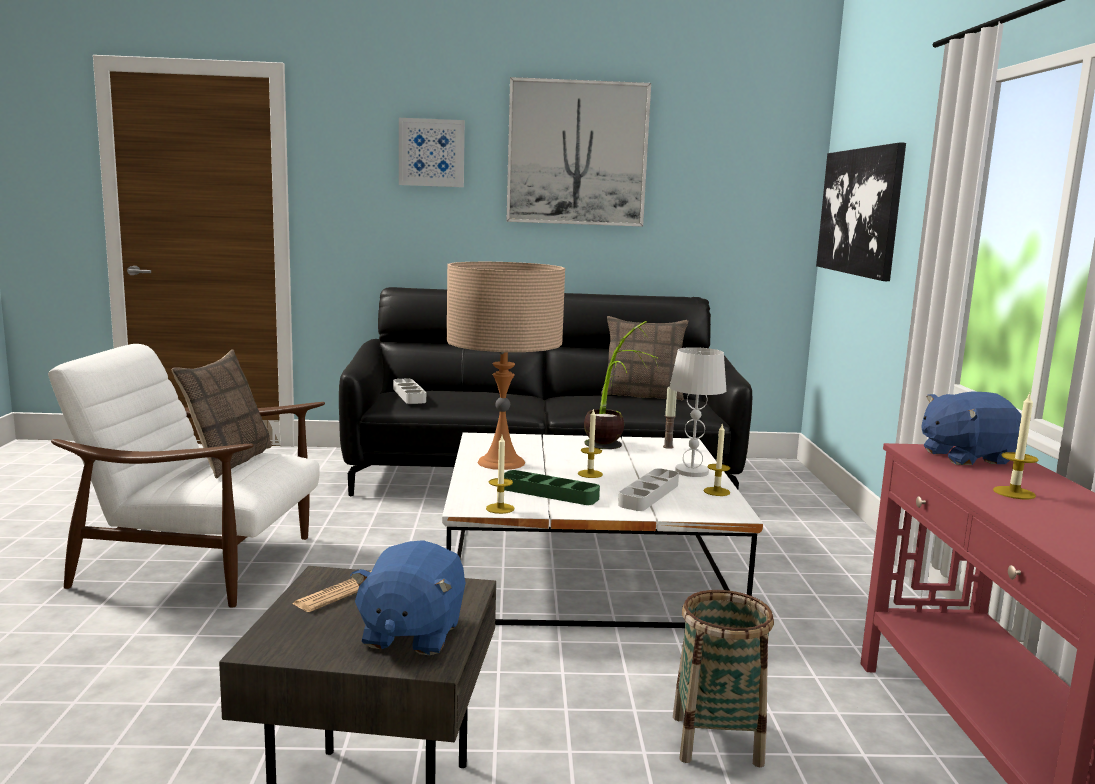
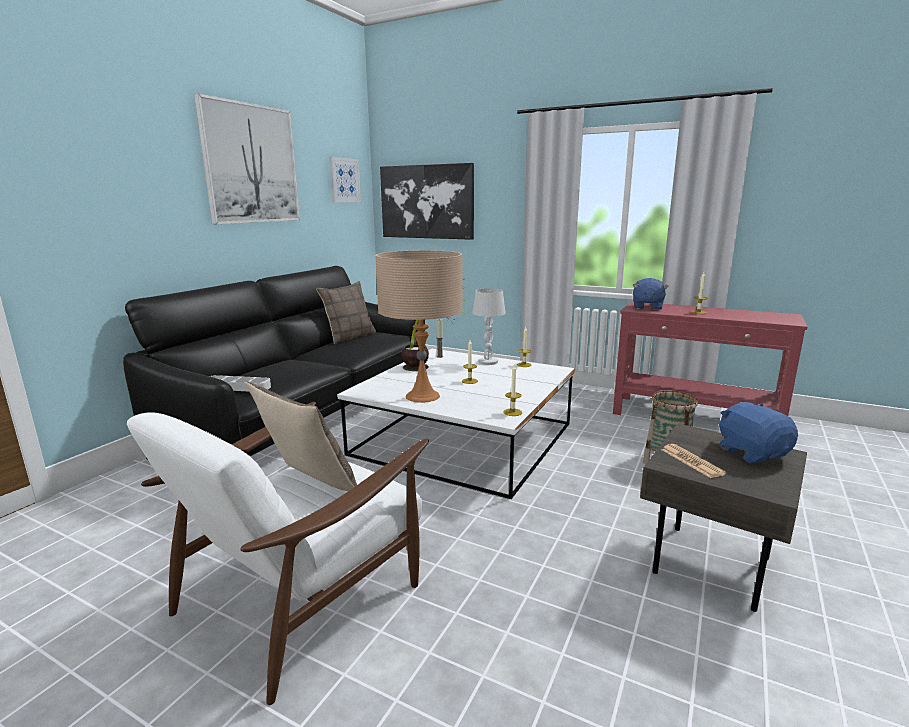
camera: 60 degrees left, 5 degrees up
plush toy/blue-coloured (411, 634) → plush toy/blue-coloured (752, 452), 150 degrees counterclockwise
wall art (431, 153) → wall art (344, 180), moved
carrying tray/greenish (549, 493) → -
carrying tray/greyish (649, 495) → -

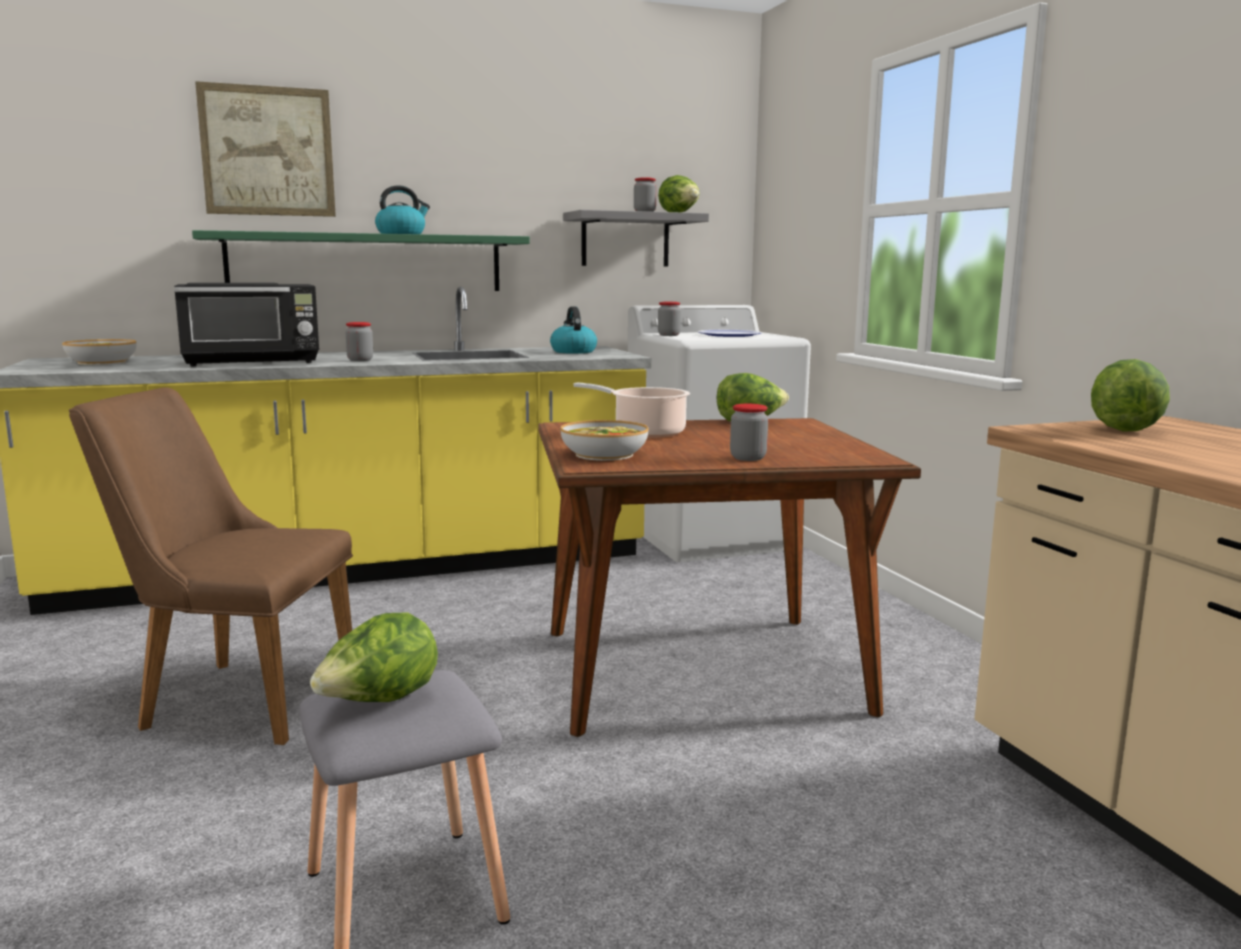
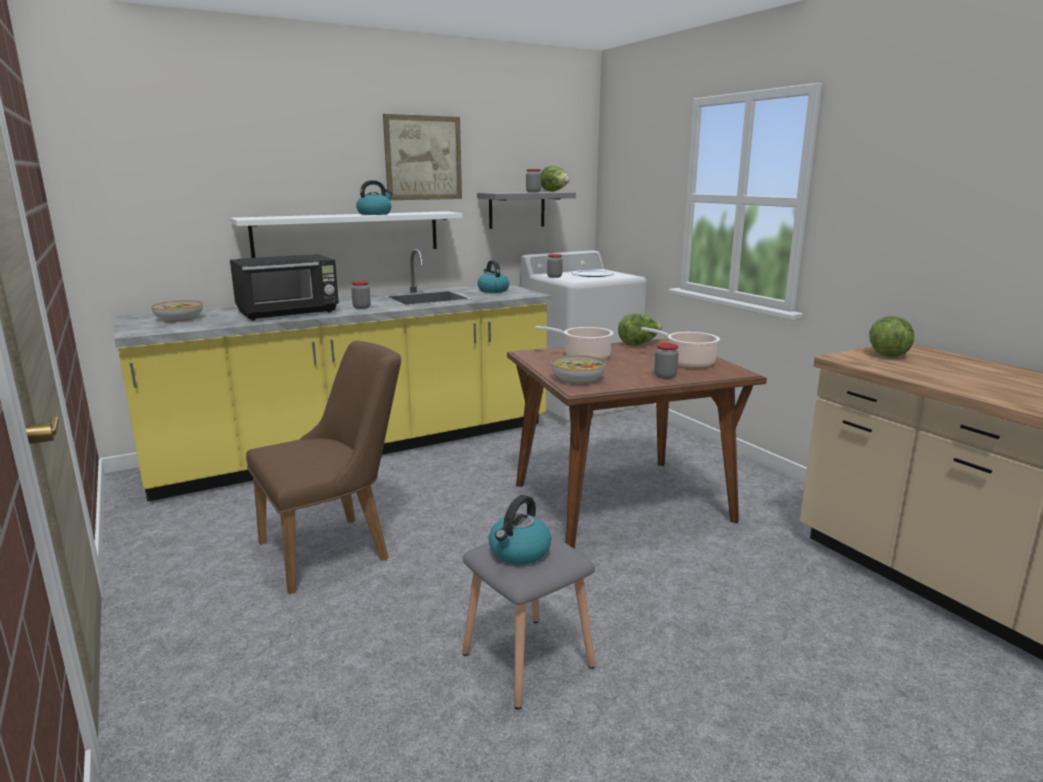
camera: 10 degrees left, 5 degrees up
plain chair/brown-coloured (232, 697) → plain chair/brown-coloured (336, 548), 150 degrees clockwise
wall shelf/greenish (367, 263) → wall shelf/white (348, 234)
wall art (268, 151) → wall art (423, 158), moved
head of lettuce (379, 702) → water kettle (519, 552)
- → saucepot (687, 363)

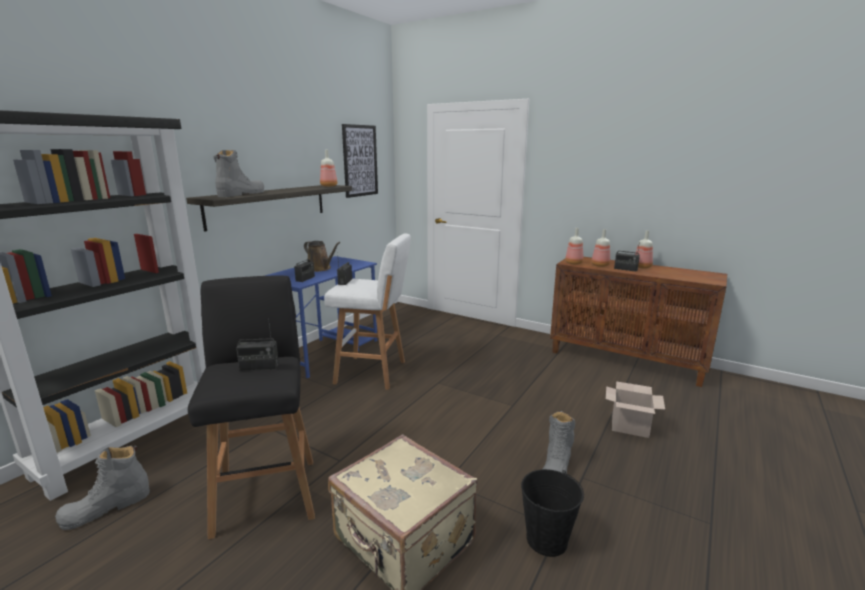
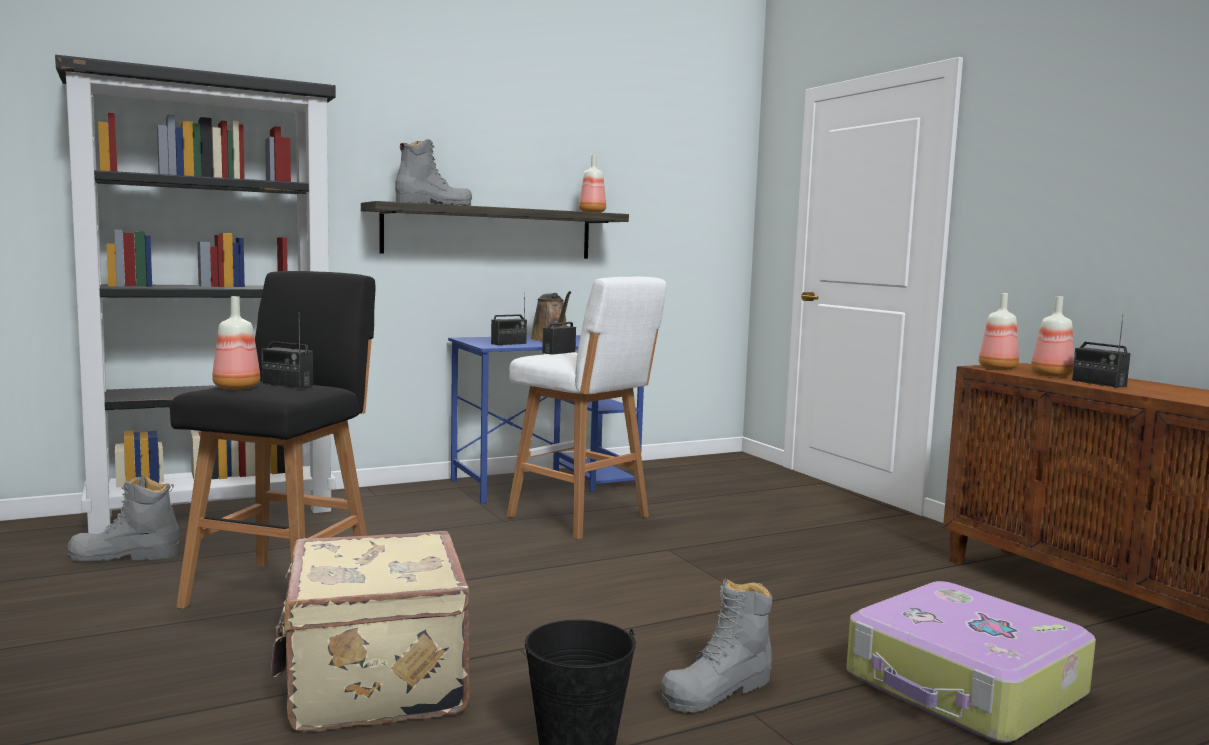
camera: 30 degrees right, 10 degrees down
wall art (360, 161) → -
cardboard box (631, 426) → travel case (965, 687)
drink bottle (642, 267) → drink bottle (236, 388), moved

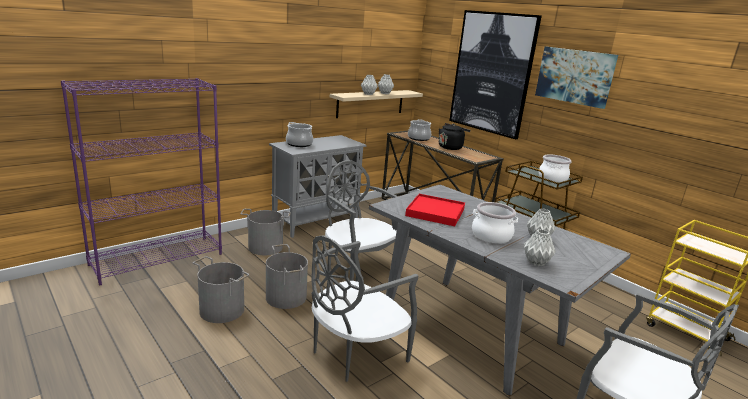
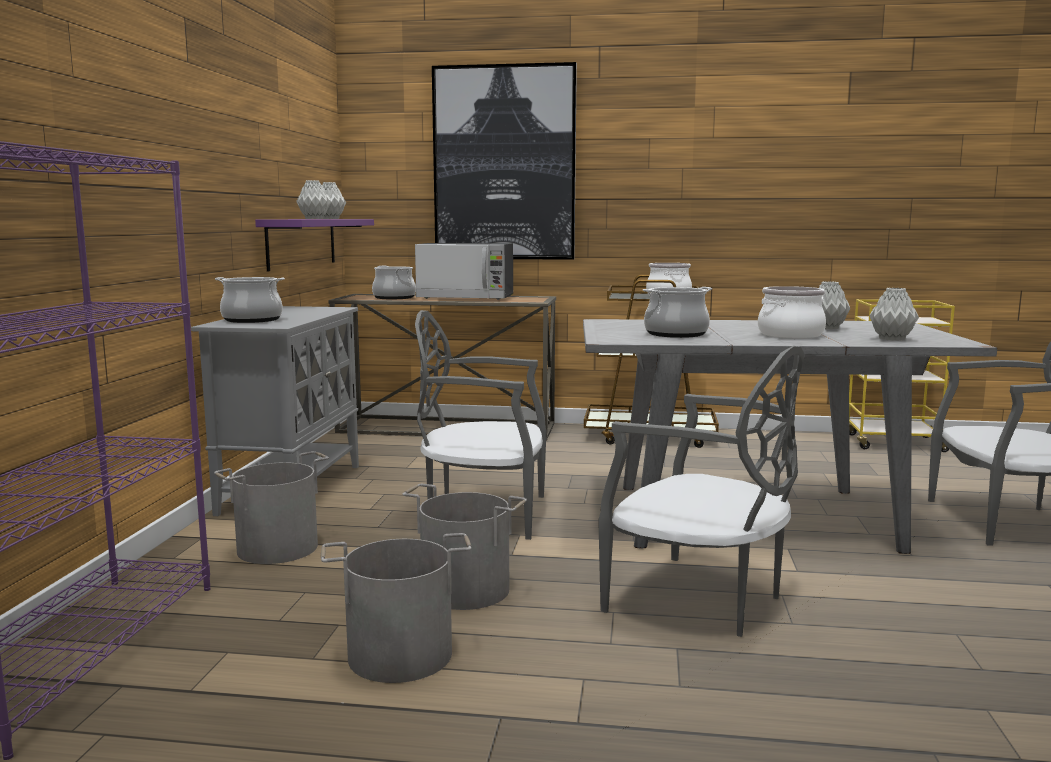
camera: 40 degrees left, 10 degrees down
plain chair/greyish (354, 353) → plain chair/greyish (700, 600), 60 degrees counterclockwise
wall shelf/beige-coloured (370, 103) → wall shelf/purplish (302, 243)
carrying tray/red-coloured (435, 212) → saucepot (676, 334)
water kettle/blackish (451, 147) → microwave oven (466, 298)
wall art (574, 76) → -

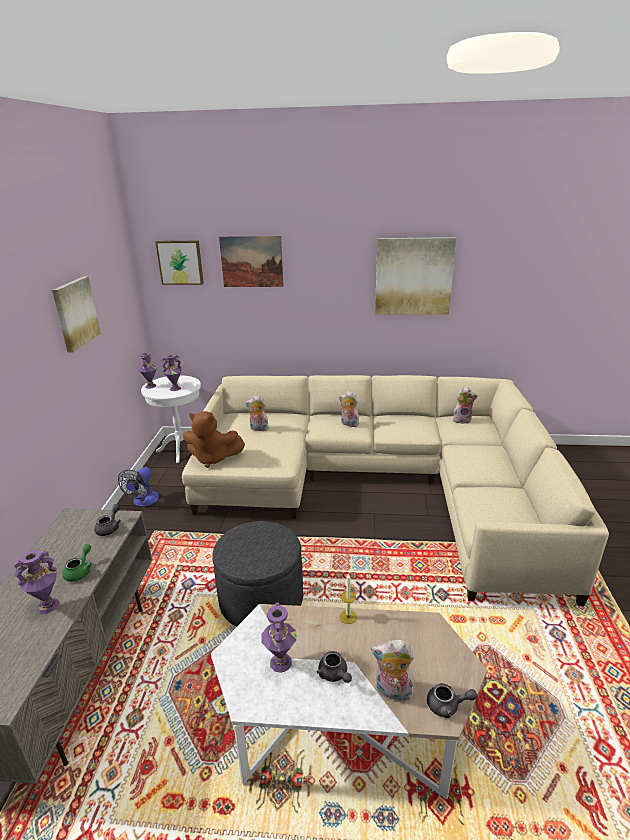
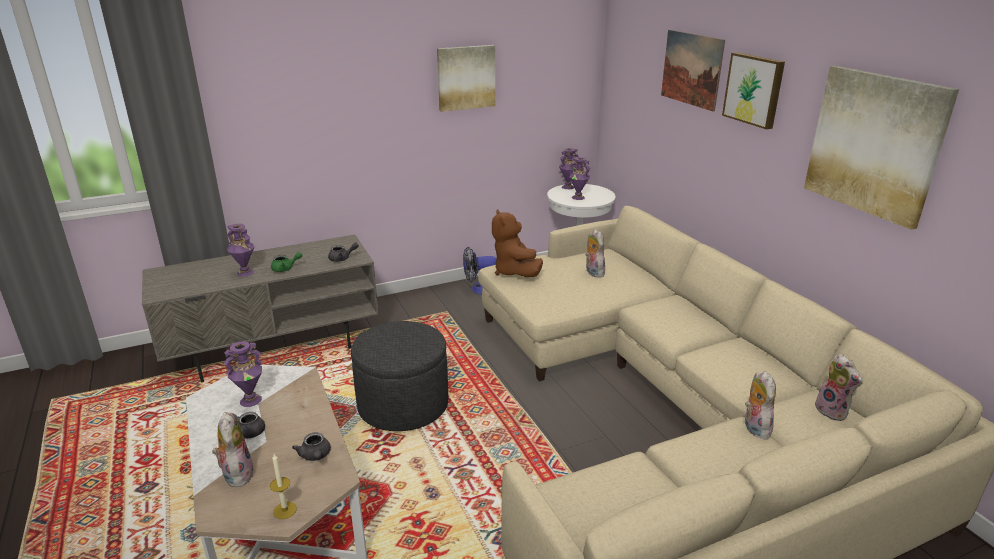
camera: 60 degrees right, 0 degrees up
wall art (180, 262) → wall art (754, 89), moved
plush toy (348, 424) → plush toy (754, 428), moved
wax light (348, 617) → wax light (285, 510), moved
pot for tea/greyish (447, 706) → pot for tea/greyish (315, 456), moved

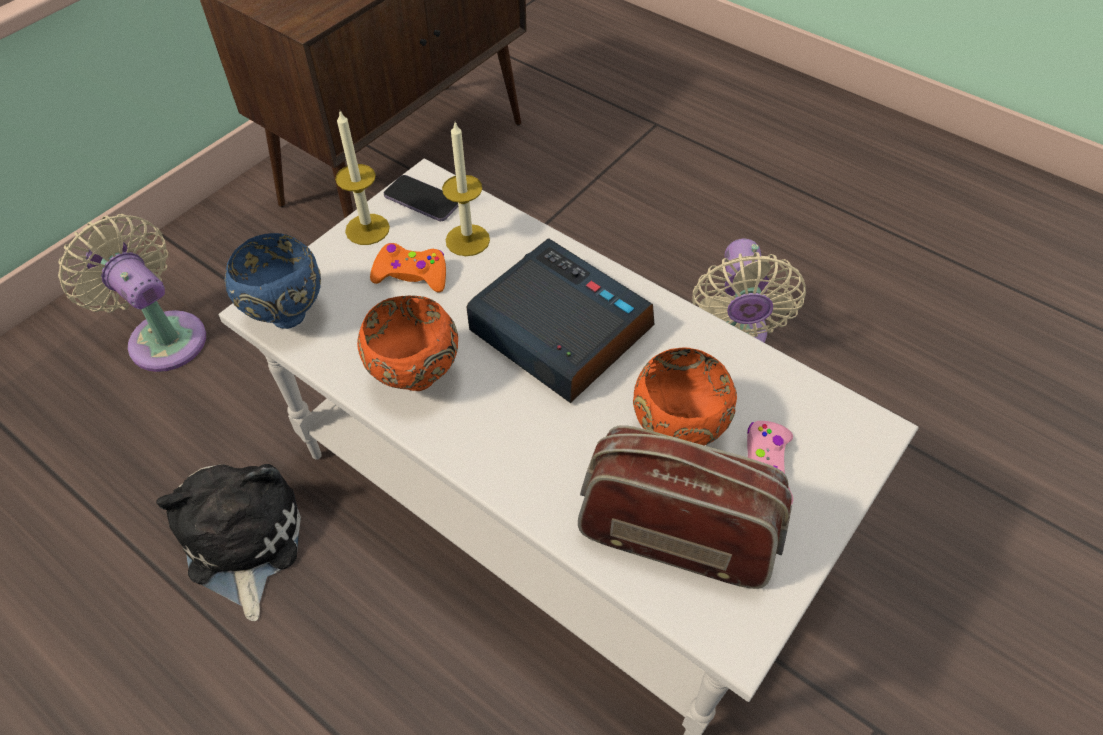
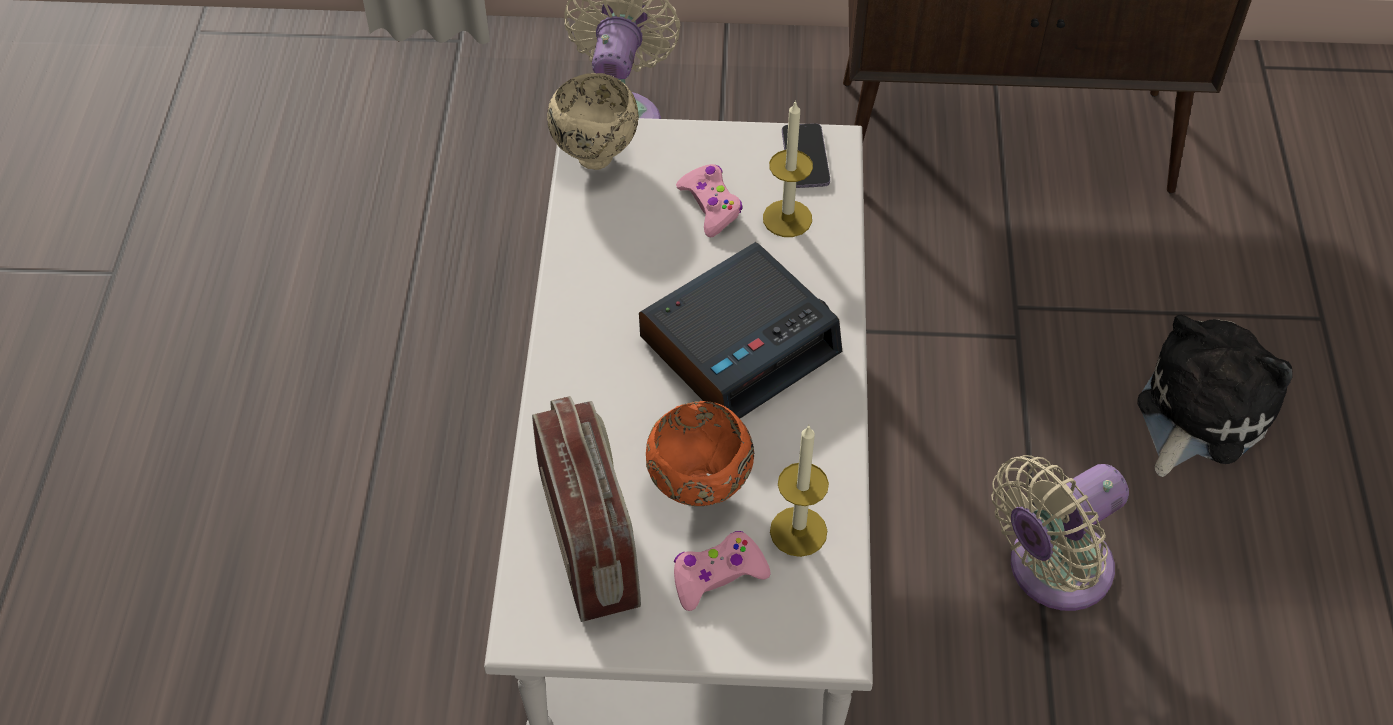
camera: 55 degrees right, 0 degrees up
plush toy (242, 543) → plush toy (1199, 412), moved
bowl/blue-coloured (286, 314) → bowl/beige-coloured (595, 155)
wax light (367, 229) → wax light (798, 531), moved
bowl/orange (414, 378) → -
game controller/orange (411, 274) → game controller/pinkish (711, 206)
bedside clock (558, 330) → bedside clock (740, 344), 45 degrees clockwise

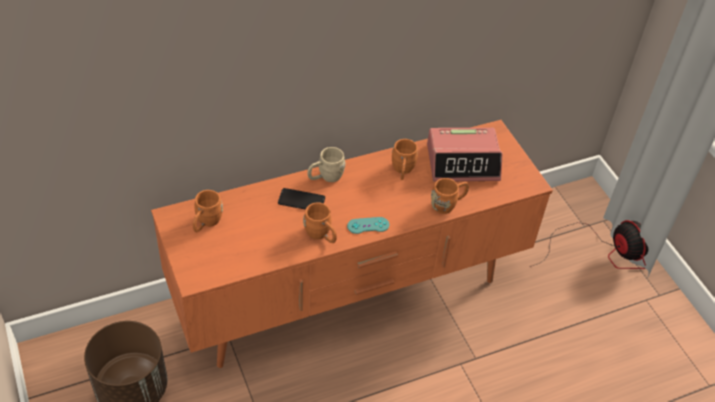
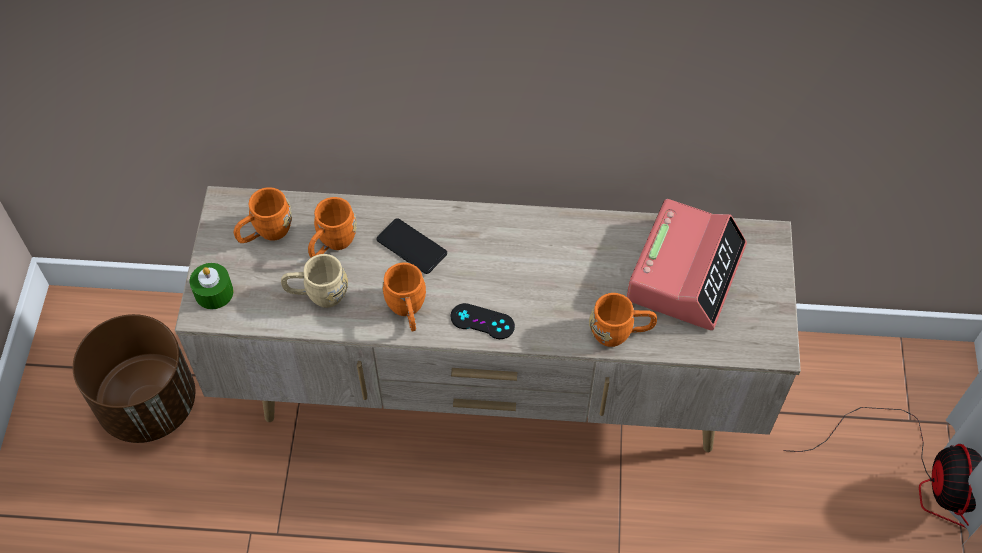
camera: 30 degrees right, 10 degrees up
tv unit/orange (349, 298) → tv unit/beige-coloured (490, 392)
tea mug/beige-coloured (325, 177) → tea mug/beige-coloured (317, 294), moved
game controller/blue-green (368, 225) → game controller/blackish (482, 321)
tea mug/orange (402, 171) → tea mug/orange (332, 244), moved
bedside clock (463, 162) → bedside clock (685, 272), 90 degrees counterclockwise
- → wax light/greenish (214, 292)

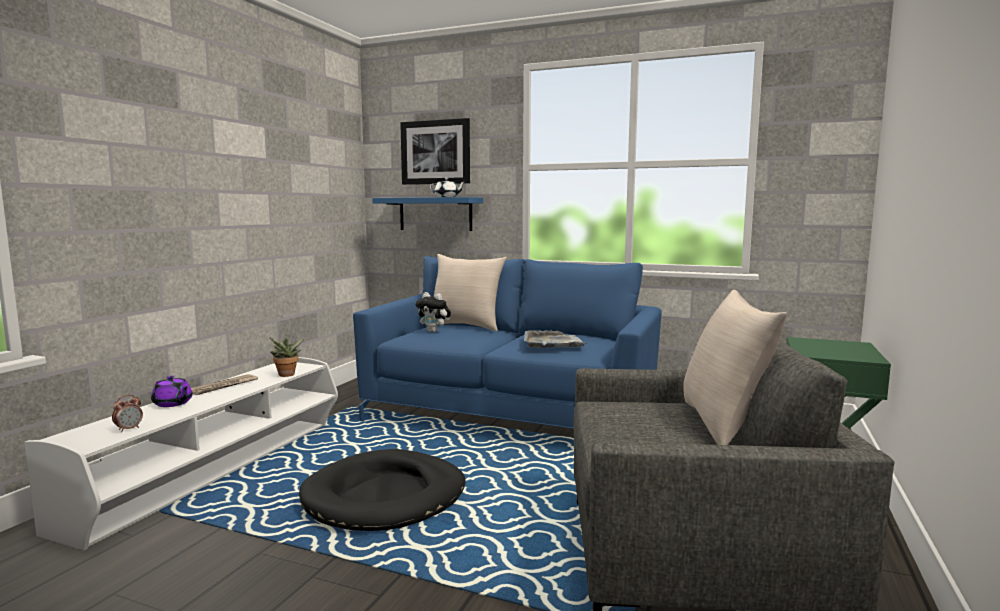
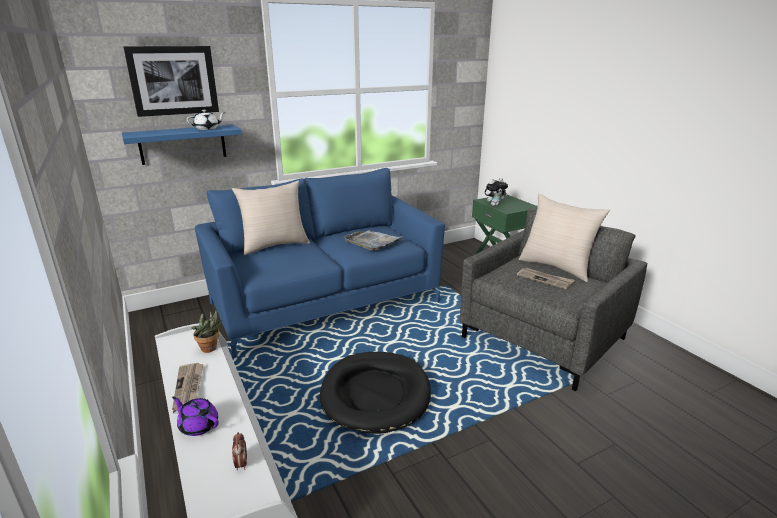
camera: 50 degrees left, 15 degrees up
pot for tea/purplish (173, 403) → pot for tea/purplish (198, 425), 135 degrees counterclockwise
plush toy (434, 331) → plush toy (494, 204), moved
- → daily paper (545, 279)

